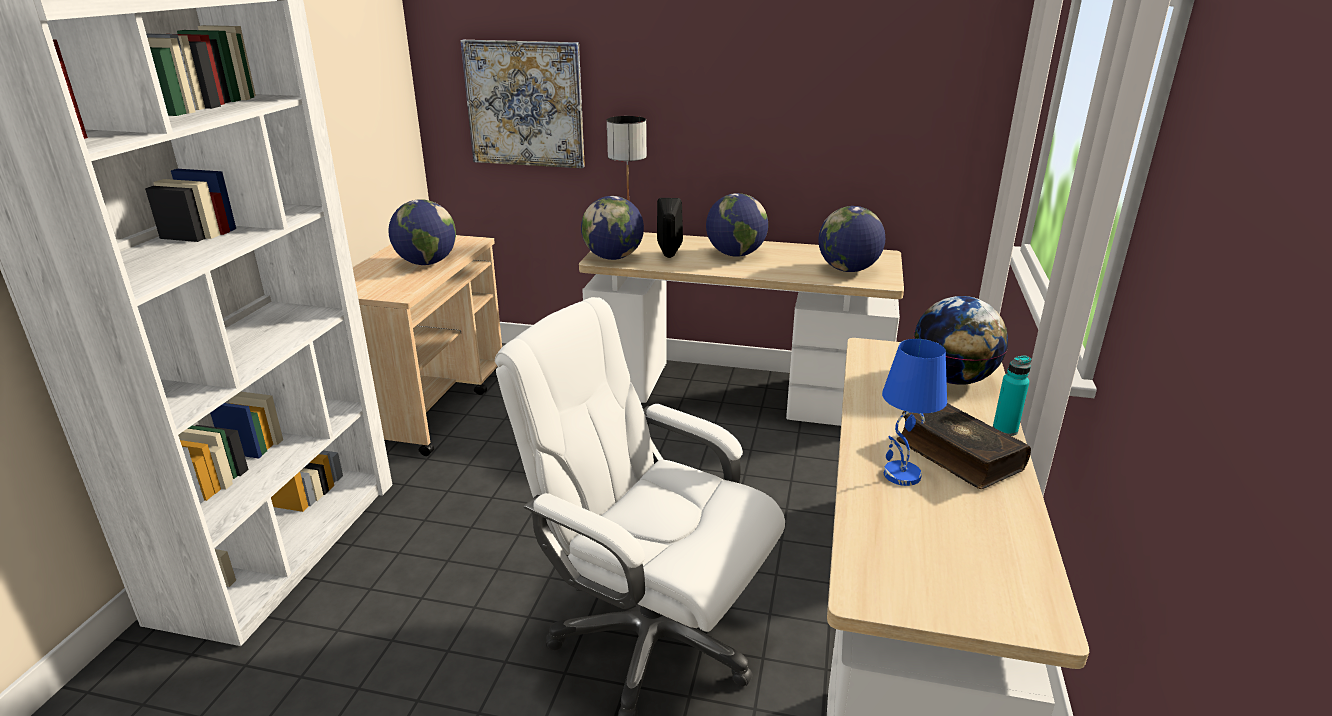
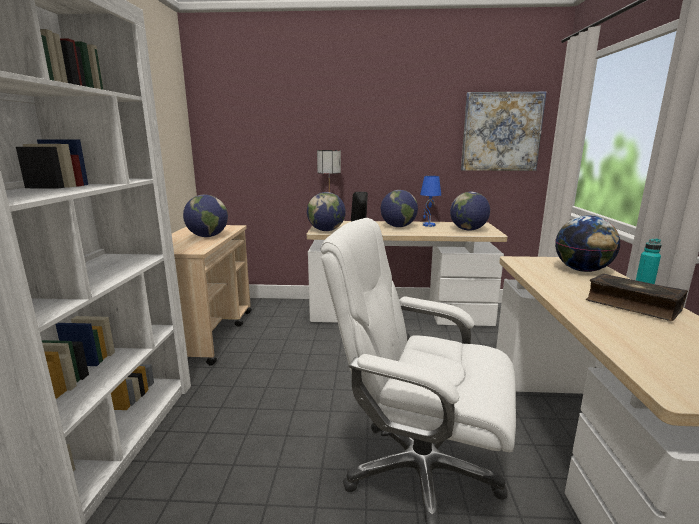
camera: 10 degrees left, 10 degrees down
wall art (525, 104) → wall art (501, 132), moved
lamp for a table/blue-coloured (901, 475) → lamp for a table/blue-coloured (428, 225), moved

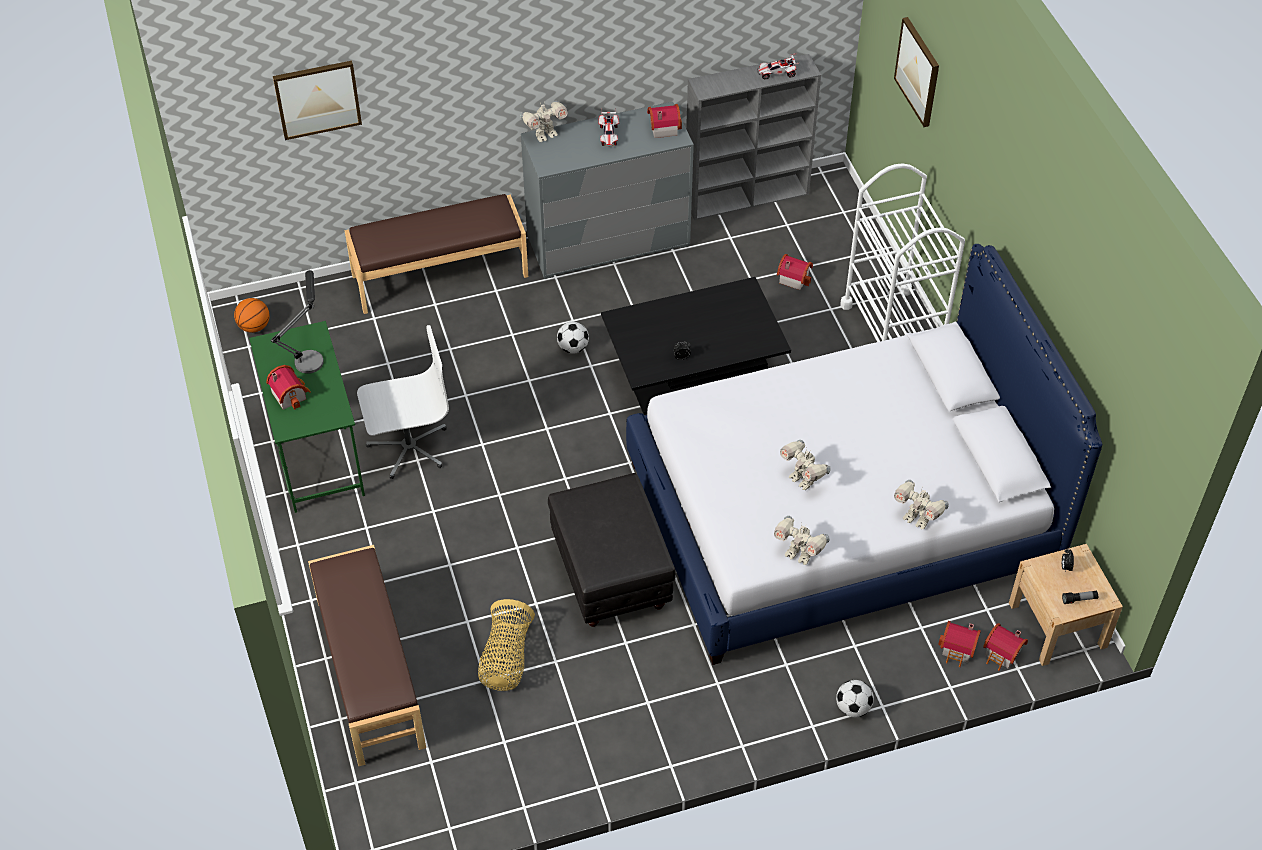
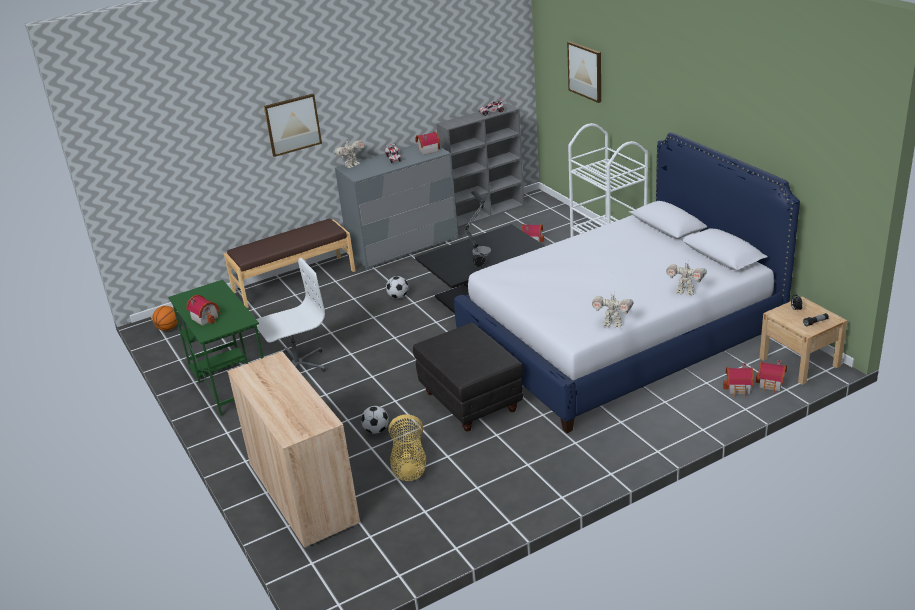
camera: 10 degrees left, 20 degrees down
lamp for a table (310, 355) → lamp for a table (480, 249), moved
wall art (317, 98) → wall art (292, 124), moved
long seat/brown-coloured (369, 673) → cupboard/beige-coloured (303, 493)
model robot (802, 480) → -
football (853, 708) → football (376, 430), moved

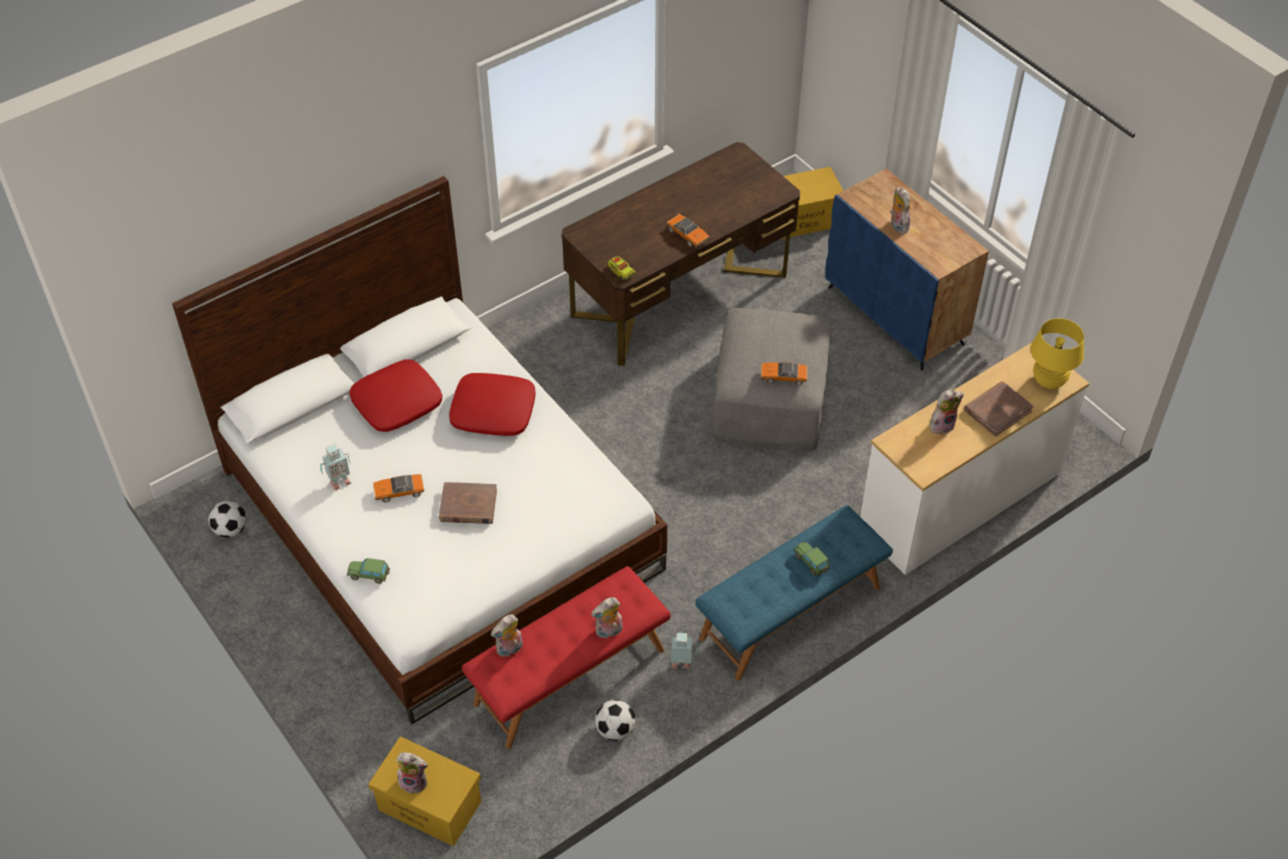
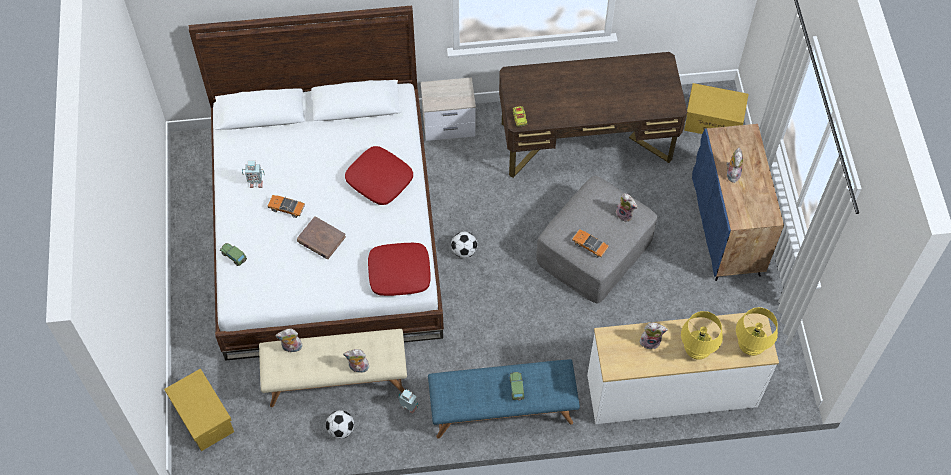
camera: 30 degrees right, 10 degrees up
football (230, 530) → football (464, 251), moved
cushion/red-coloured (397, 402) → cushion/red-coloured (399, 273), moved
plush toy (414, 782) → plush toy (625, 214), moved
long seat/red-coloured (569, 675) → long seat/beige-coloured (336, 378)
model car (688, 235) → -
book/brown-coloured (997, 410) → lamp for a table/yellow-coloured (697, 350)
- → night table (449, 125)

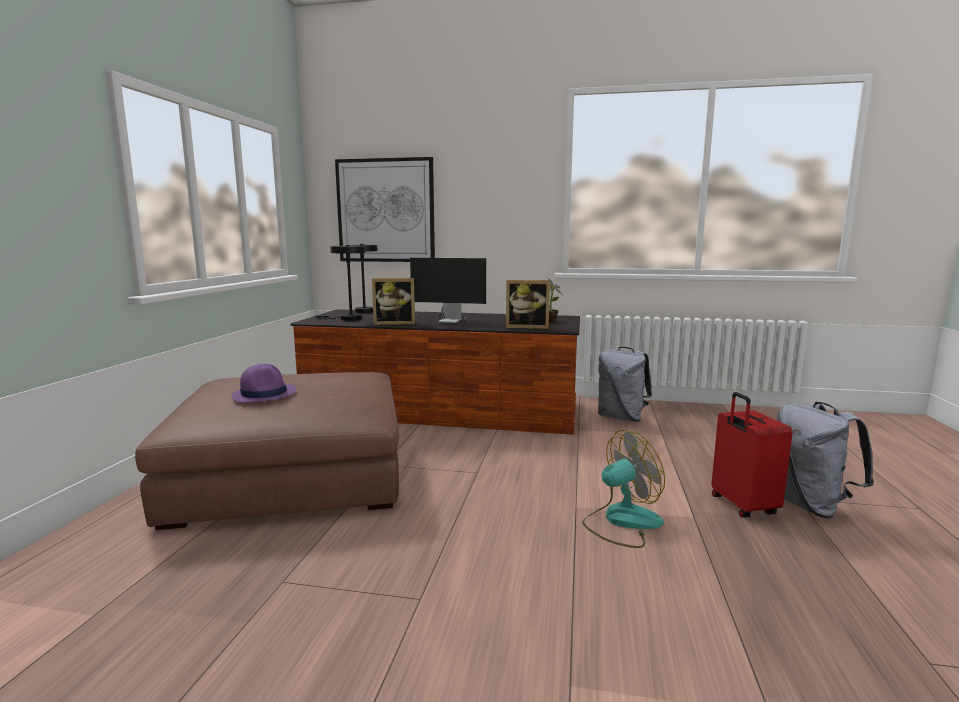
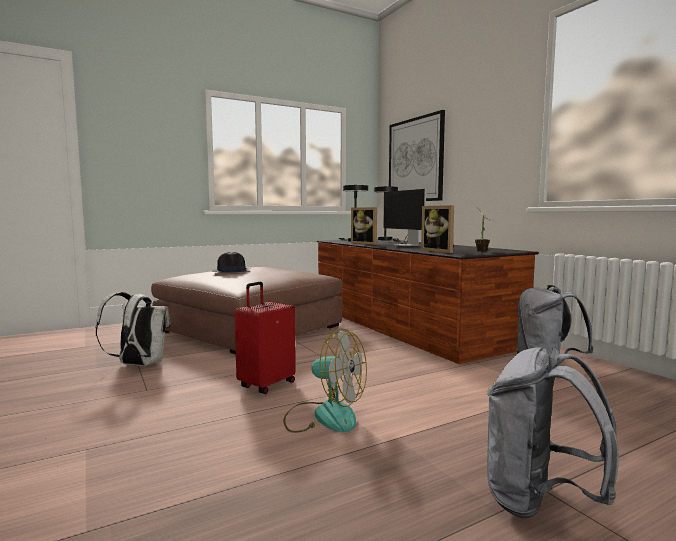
camera: 50 degrees right, 5 degrees down
wearable hat/purplish (264, 394) → wearable hat/blackish (231, 271)
travel case/red-coloured (742, 506) → travel case/red-coloured (266, 385), moved
- → backpack/white (138, 365)

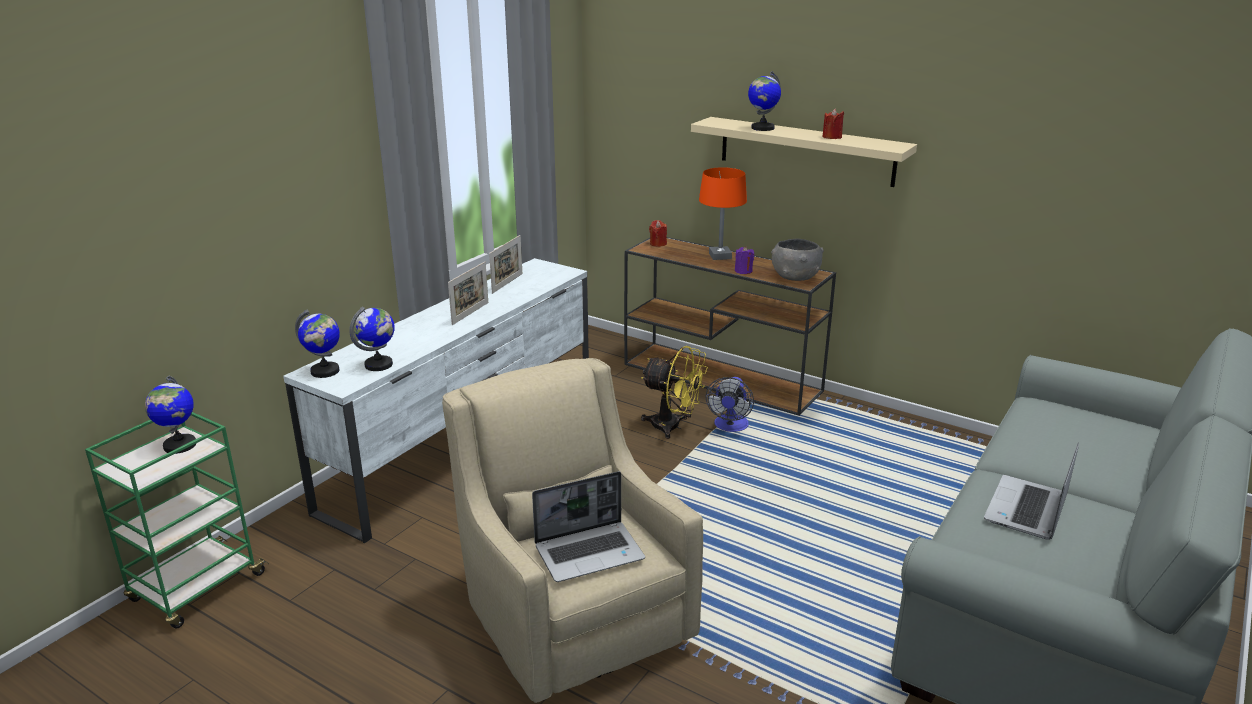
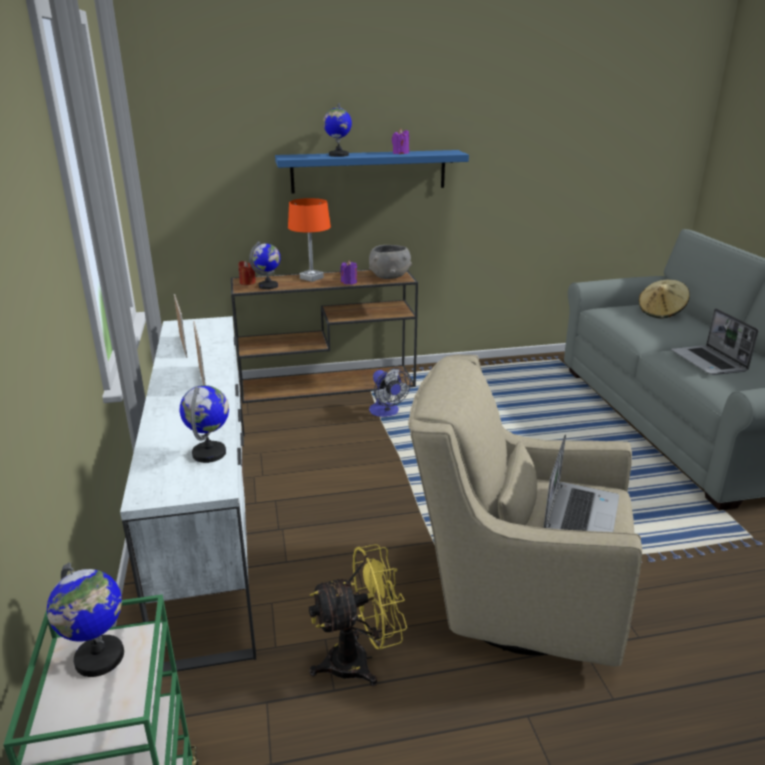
camera: 45 degrees left, 0 degrees up
globe (325, 371) → globe (268, 286), moved
electric fan/yellow-coloured (673, 427) → electric fan/yellow-coloured (359, 661), moved
wall shelf/beige-coloured (806, 151) → wall shelf/blue-coloured (369, 171)
wax light/red-coloured (832, 137) → wax light/purplish (400, 153)
- → wearable hat/beige-coloured (661, 312)

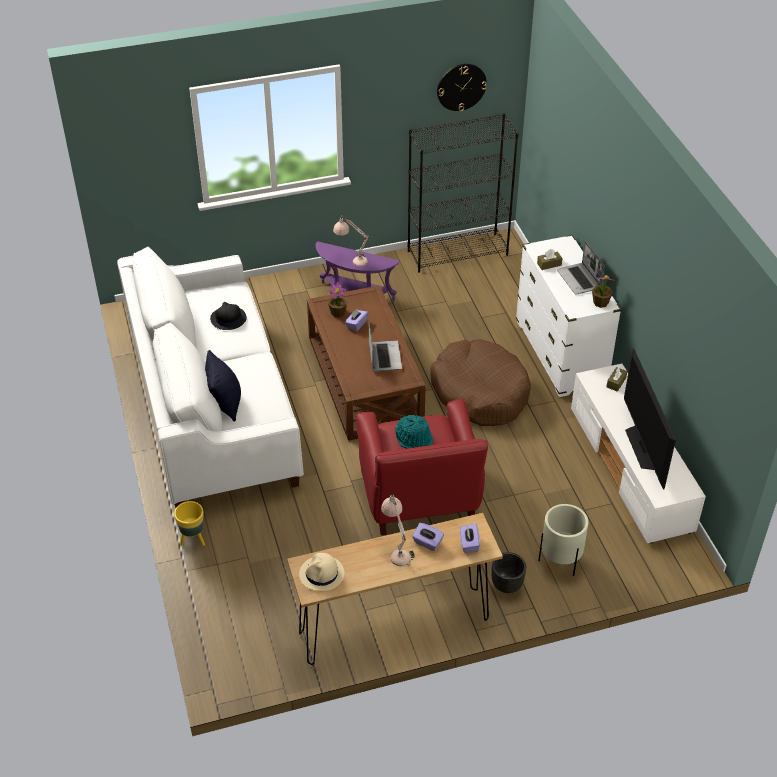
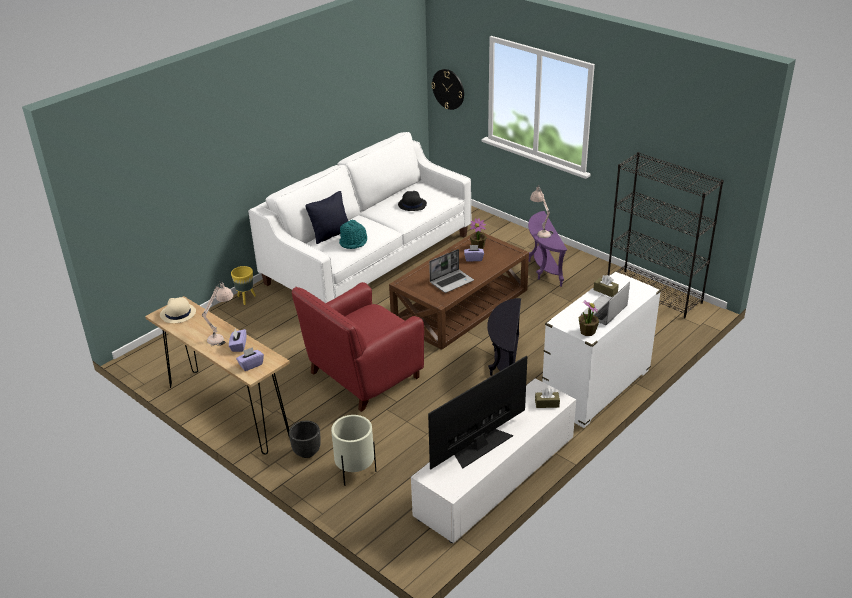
camera: 60 degrees right, 10 degrees down
wearable hat/blue-green (414, 439) → wearable hat/blue-green (353, 242), moved
pet bed/brown-coloured (480, 392) → end table/blackish (504, 363)
clock on the wall (461, 87) → clock on the wall (448, 89), moved

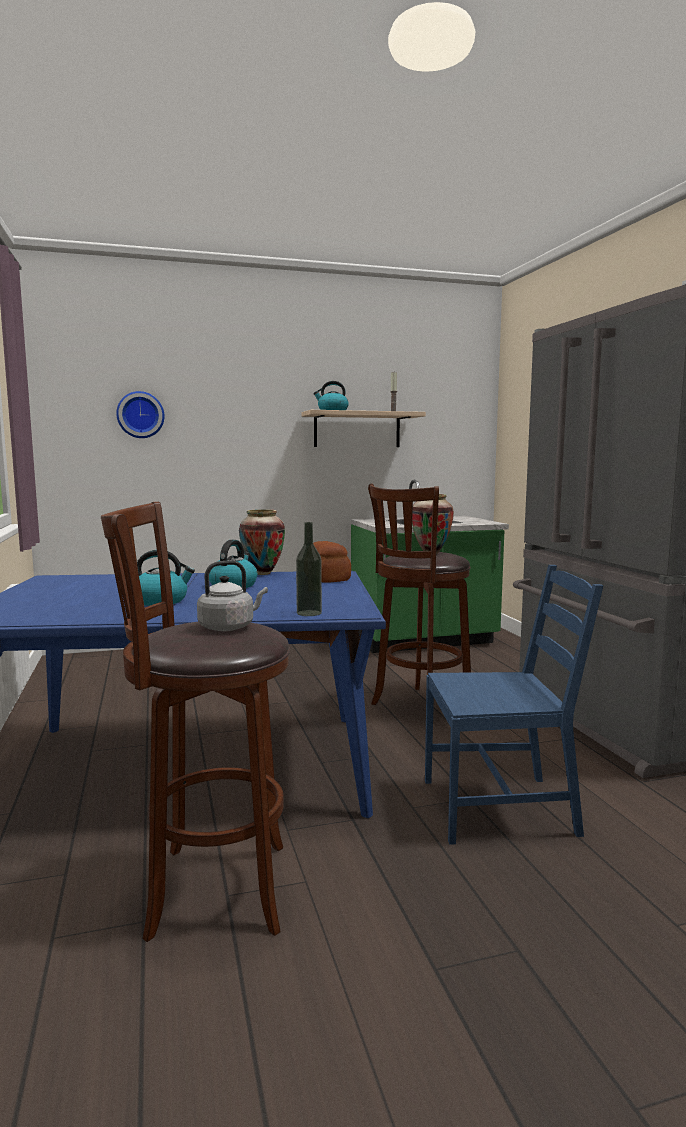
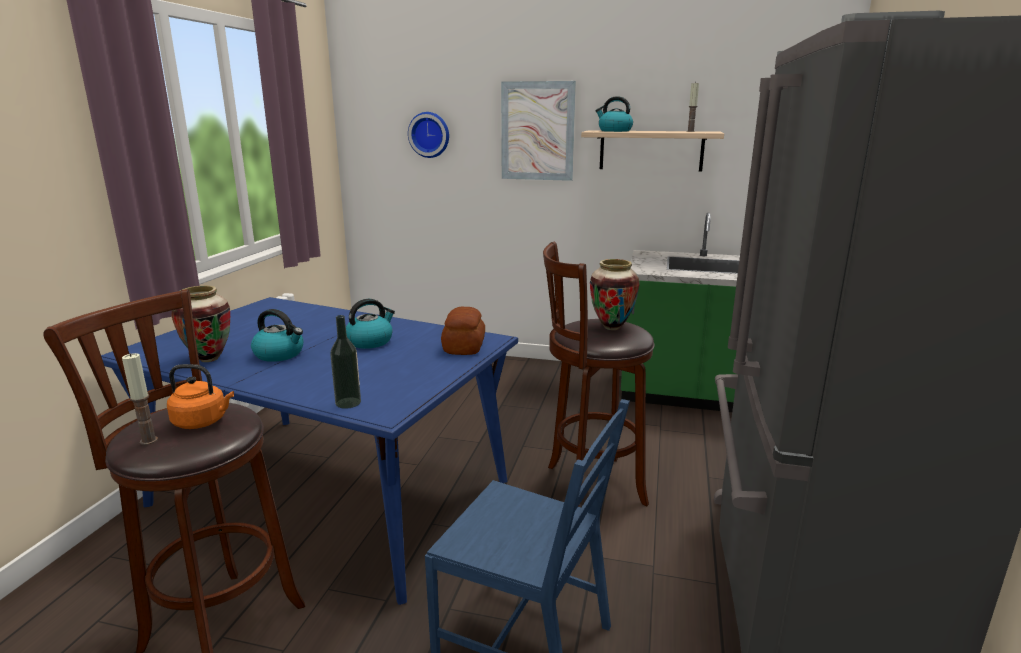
camera: 30 degrees right, 10 degrees up
water kettle/greyish (229, 627) → water kettle/orange (203, 422)
decorative vase (262, 573) → decorative vase (209, 359), moved
- → wax light (149, 440)
- → wall art (537, 131)

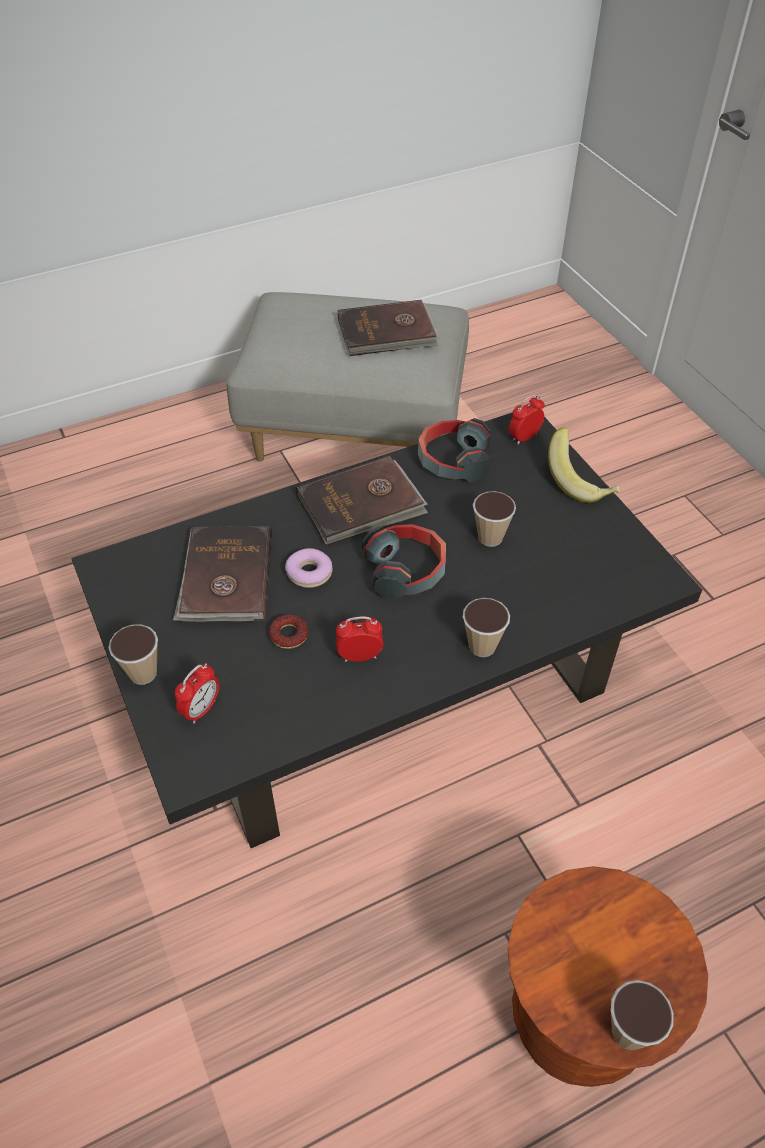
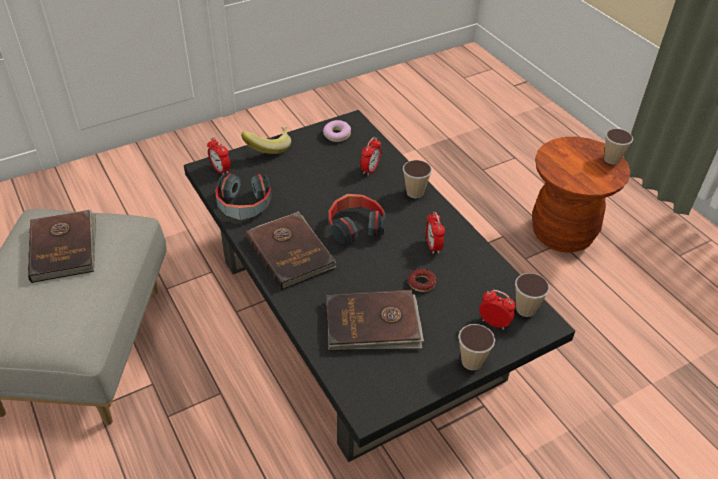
camera: 95 degrees left, 5 degrees down
ring doughnut (309, 573) → ring doughnut (337, 135), moved
small cup (490, 537) → small cup (525, 309), moved
- → bedside clock (370, 169)

